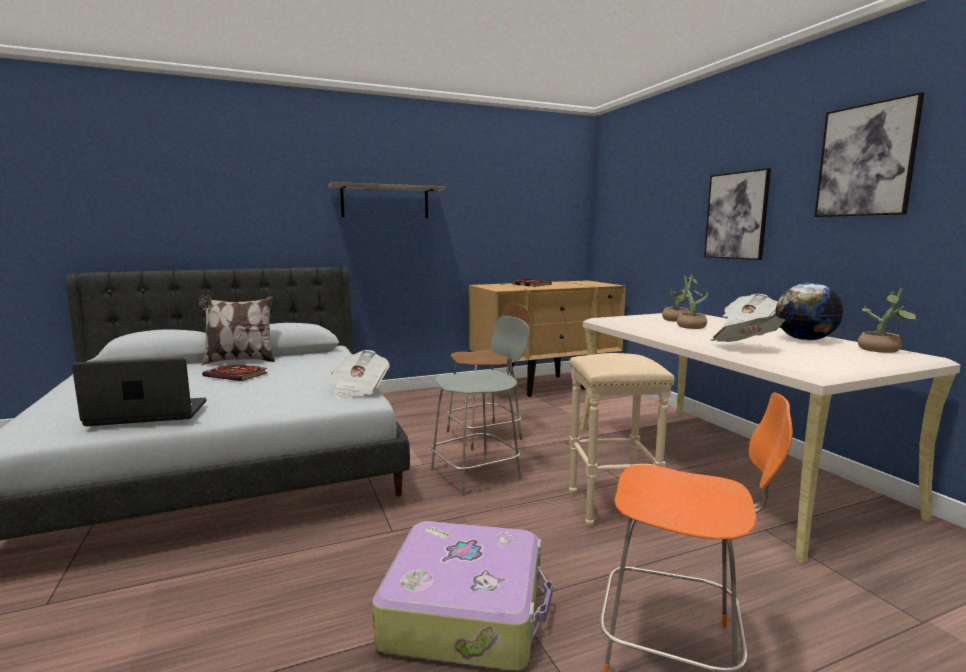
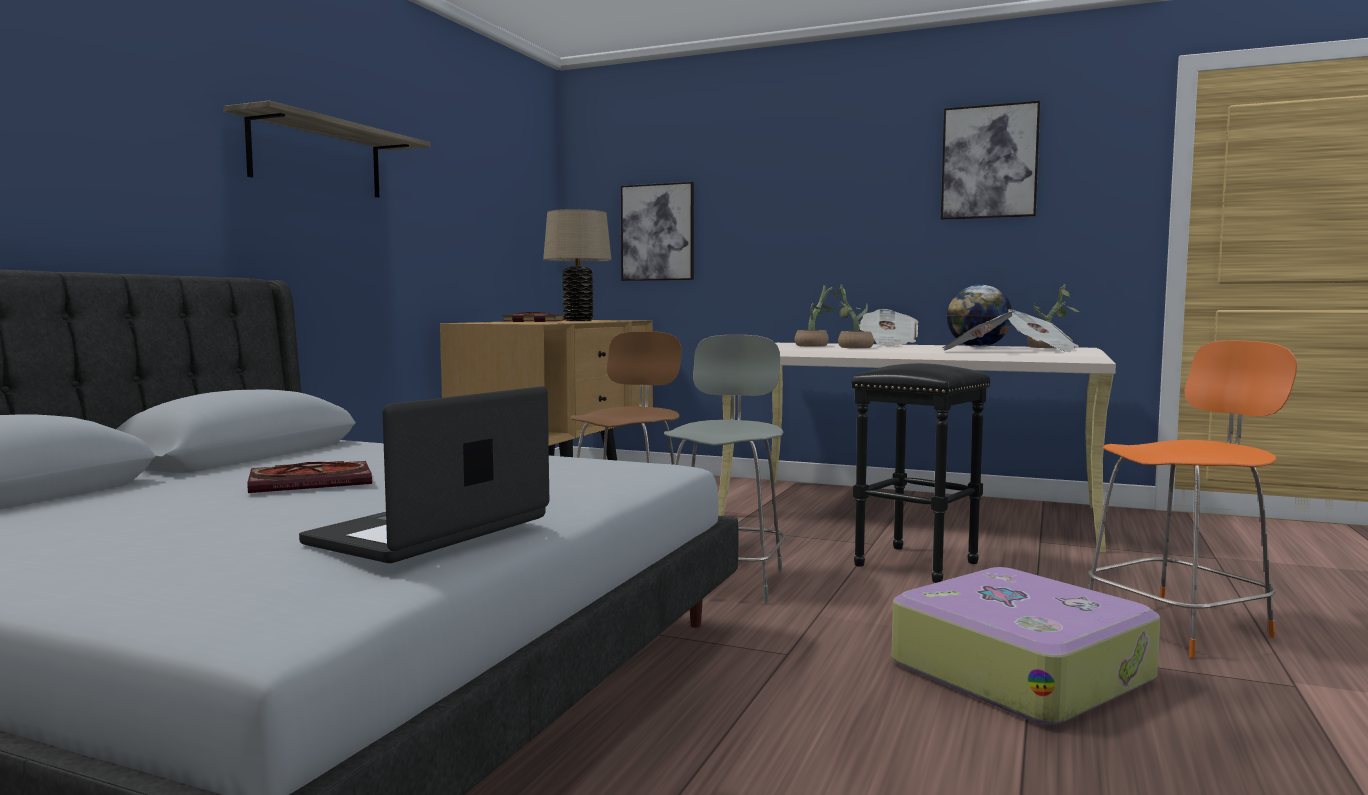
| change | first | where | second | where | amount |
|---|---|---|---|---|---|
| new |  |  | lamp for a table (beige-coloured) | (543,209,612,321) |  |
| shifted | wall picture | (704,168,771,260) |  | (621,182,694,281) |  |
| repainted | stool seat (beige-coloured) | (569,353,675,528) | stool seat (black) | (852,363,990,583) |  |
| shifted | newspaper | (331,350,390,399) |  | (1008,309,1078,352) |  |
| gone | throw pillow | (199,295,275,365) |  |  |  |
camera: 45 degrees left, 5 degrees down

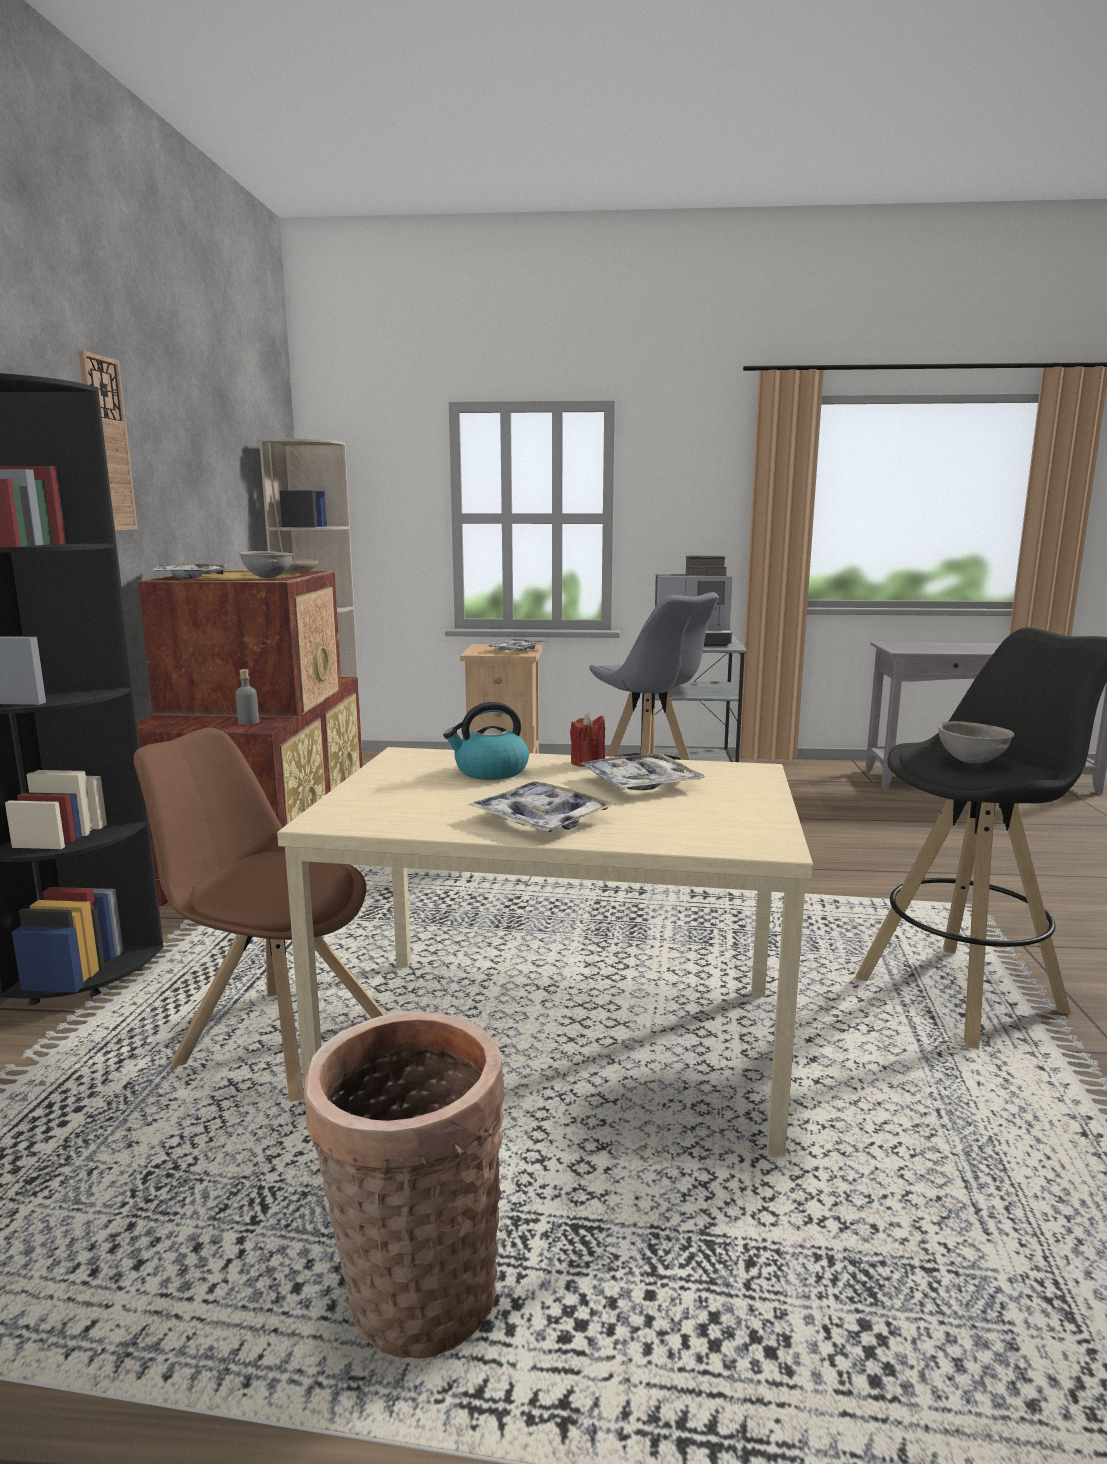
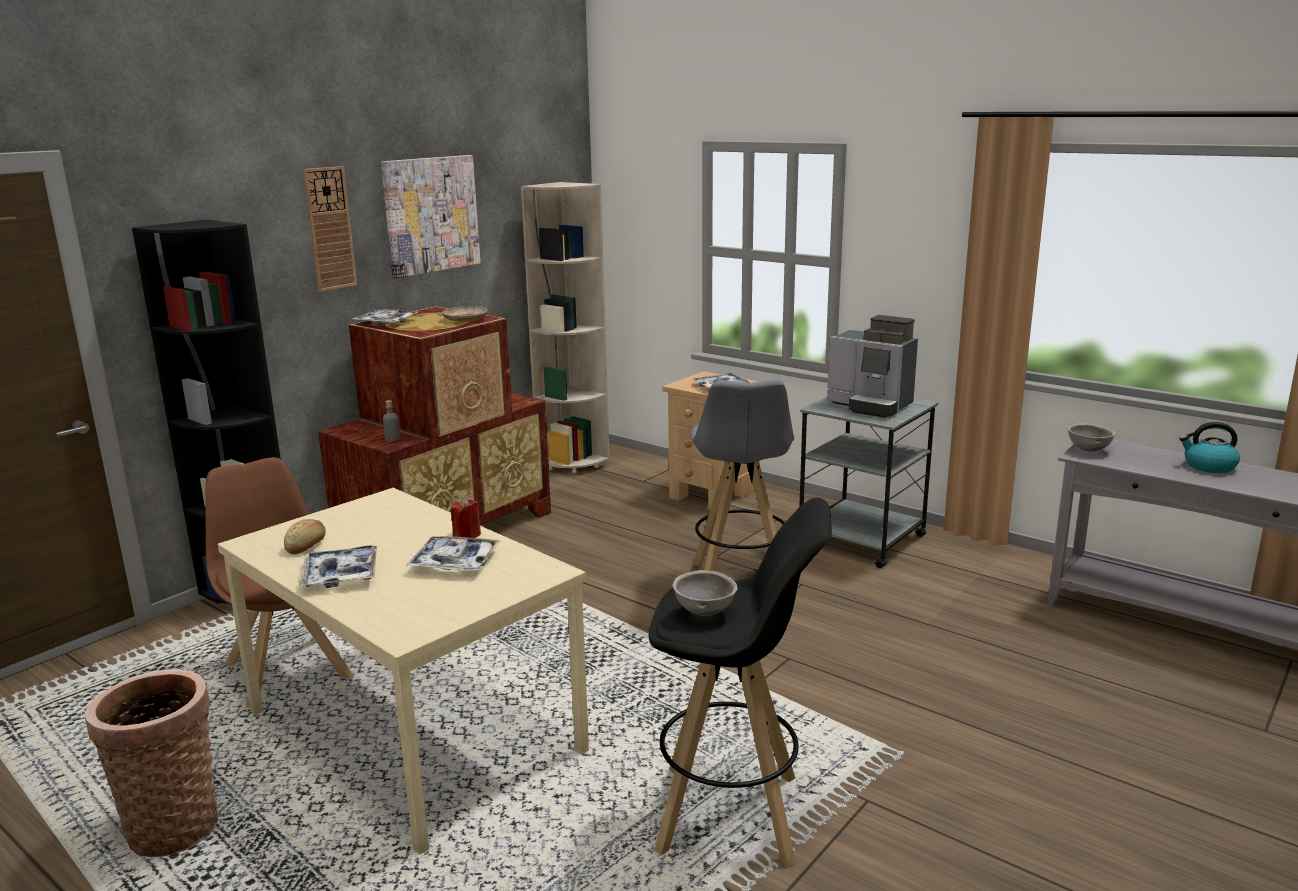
| change | first | where | second | where | amount |
|---|---|---|---|---|---|
| new |  |  | baked bread | (284,519,326,554) |  |
| new |  |  | wall picture | (381,155,481,278) |  |
| shifted | deep dish (grey) | (239,551,294,578) |  | (1068,423,1116,452) |  |
| shifted | kettle | (443,702,529,780) |  | (1179,422,1240,473) |  |
camera: 35 degrees right, 5 degrees up

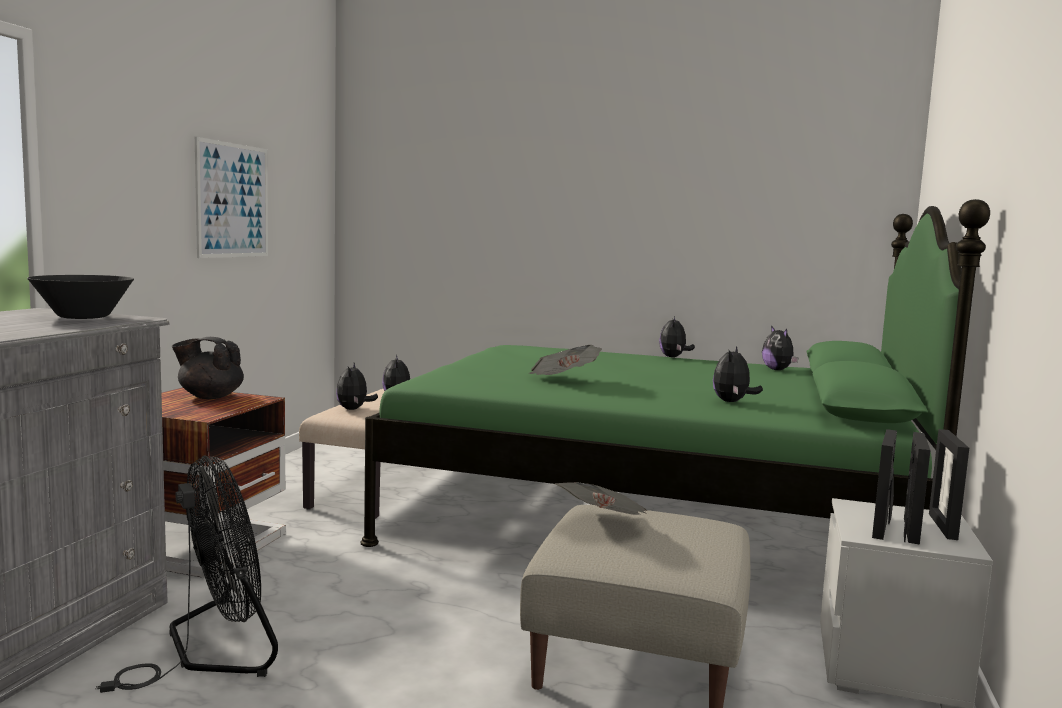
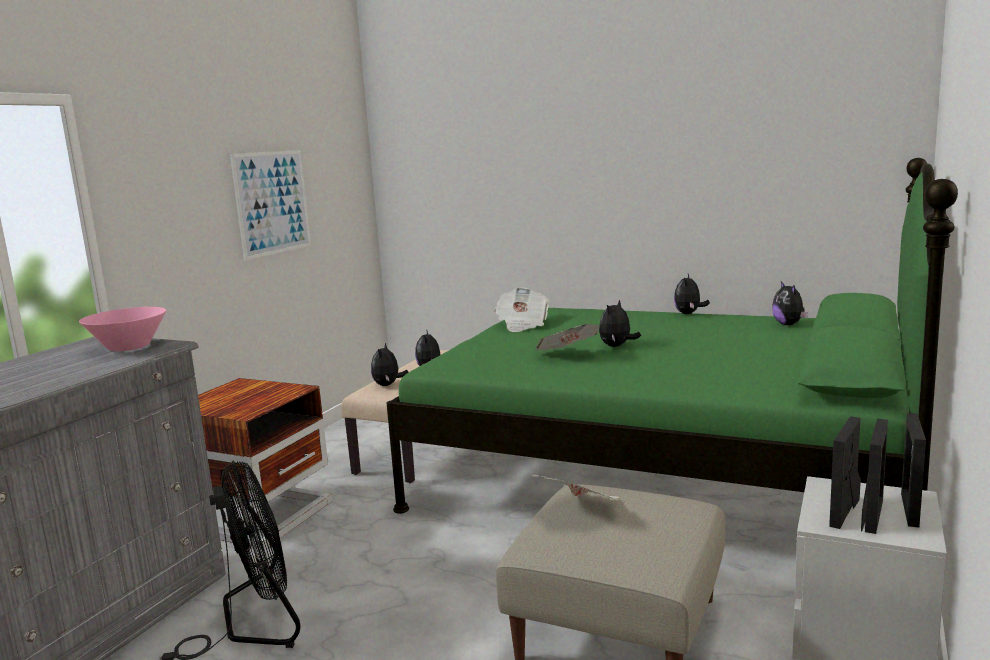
| change | first | where | second | where | amount |
|---|---|---|---|---|---|
| repainted | deep dish (black) | (27,275,134,319) | deep dish (pink-coloured) | (79,307,166,351) |  |
| new |  |  | newspaper | (494,287,550,332) |  |
| shifted | plush toy | (713,346,763,402) |  | (599,300,641,347) |  |
| gone | pot for tea (black) | (172,337,244,399) |  |  |  |
camera: 10 degrees right, 5 degrees up

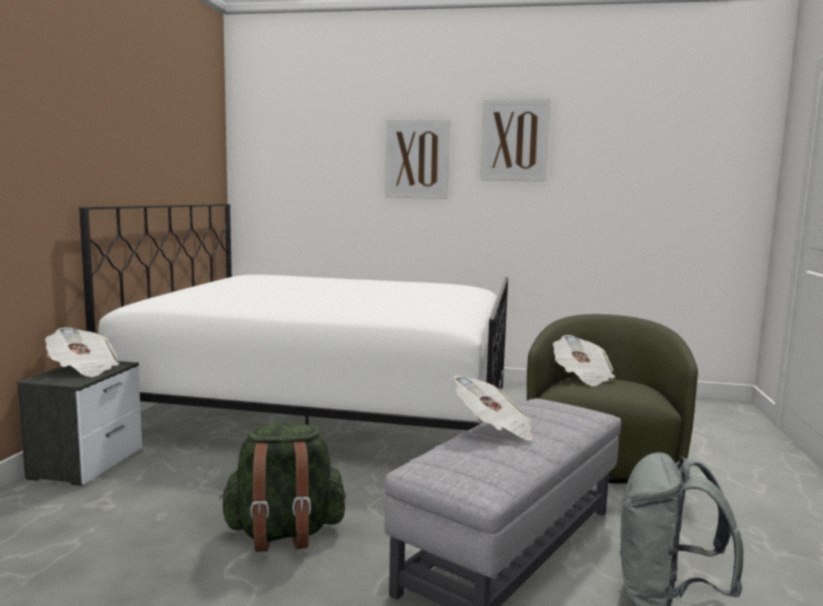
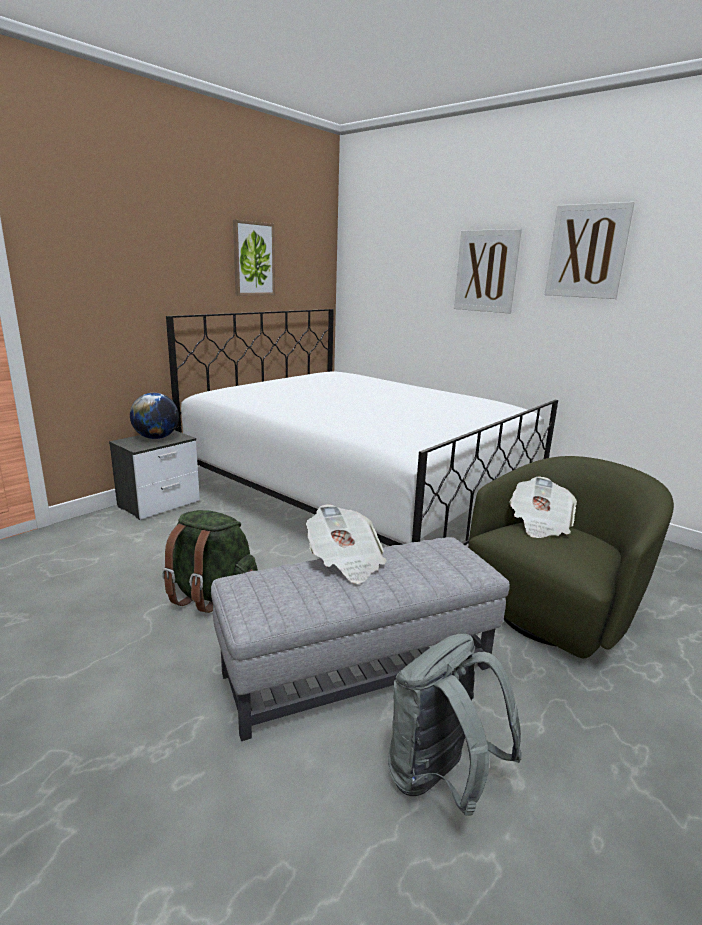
| change | first | where | second | where | amount |
|---|---|---|---|---|---|
| swapped | newspaper | (45,327,119,377) | globe | (130,393,179,439) |  |
| new |  |  | wall picture | (233,219,275,296) |  |
camera: 30 degrees right, 10 degrees up

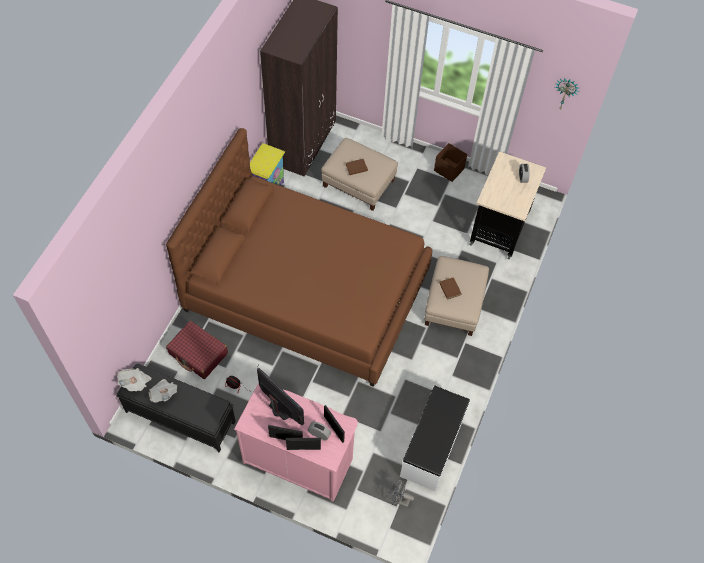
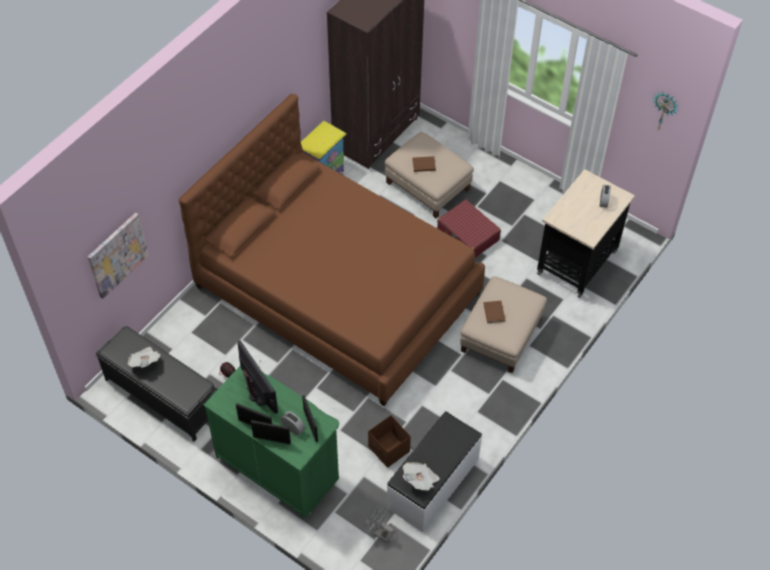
| change | first | where | second | where | amount |
|---|---|---|---|---|---|
| new |  |  | wall picture | (88,213,149,299) |  |
| repainted | drawer chest (pink-coloured) | (234,383,358,502) | drawer chest (greenish) | (203,366,339,518) |  |
| shifted | storage bin (brownish) | (434,143,467,182) |  | (368,415,411,468) |  |
| shifted | newspaper | (117,368,152,391) |  | (403,462,440,491) |  |
| shifted | travel case (reddish) | (166,321,228,379) |  | (437,200,501,258) |  |
camera: 15 degrees right, 5 degrees down

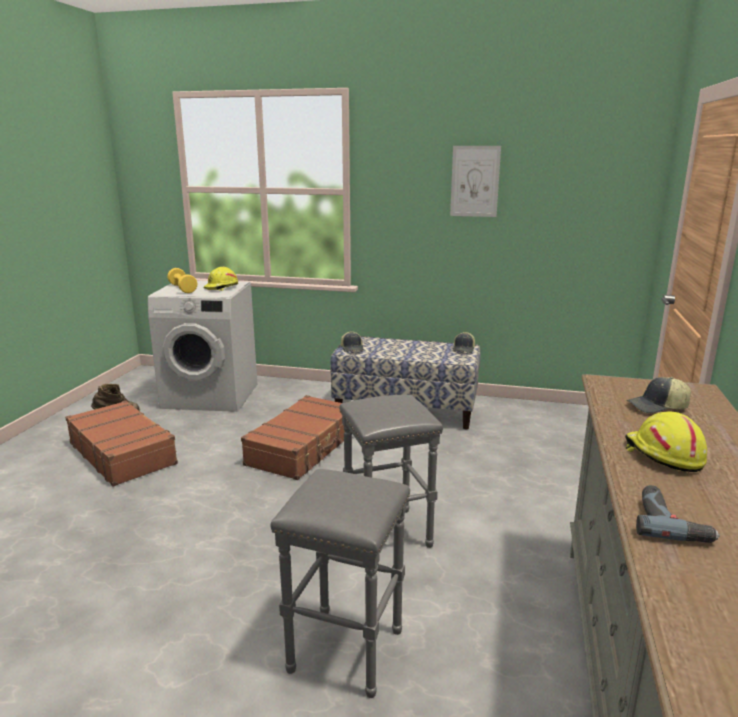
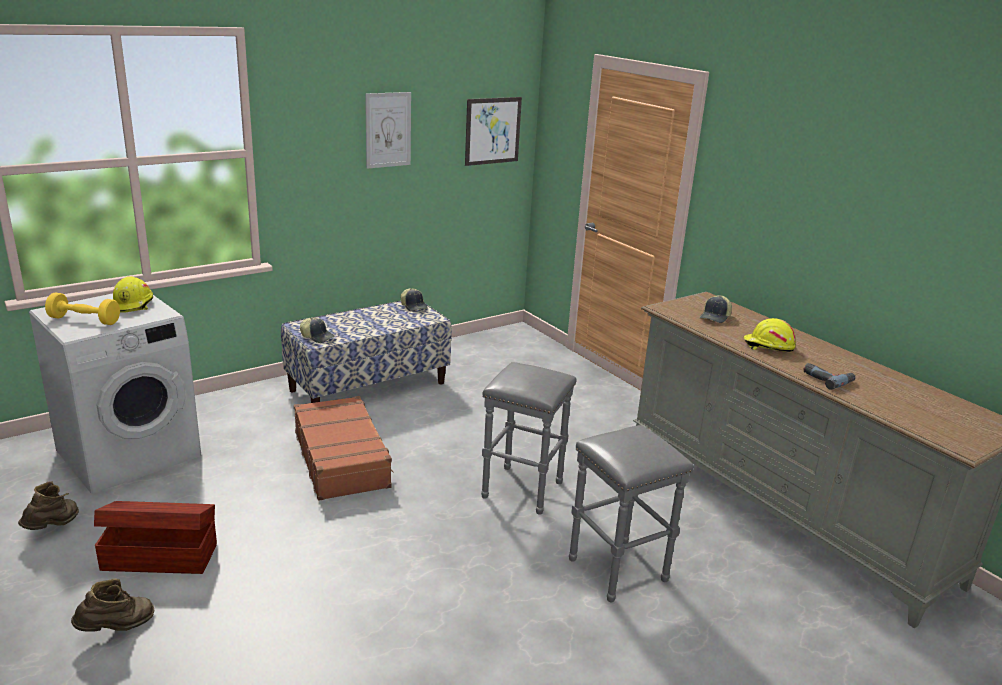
| change | first | where | second | where | amount |
|---|---|---|---|---|---|
| new |  |  | boot (brownish) | (71,579,155,632) |  |
| swapped | travel case (brownish) | (65,401,178,487) | storage bin (brownish) | (94,501,217,574) |  |
| new |  |  | wall picture | (465,97,522,166) |  |
camera: 50 degrees left, 5 degrees up

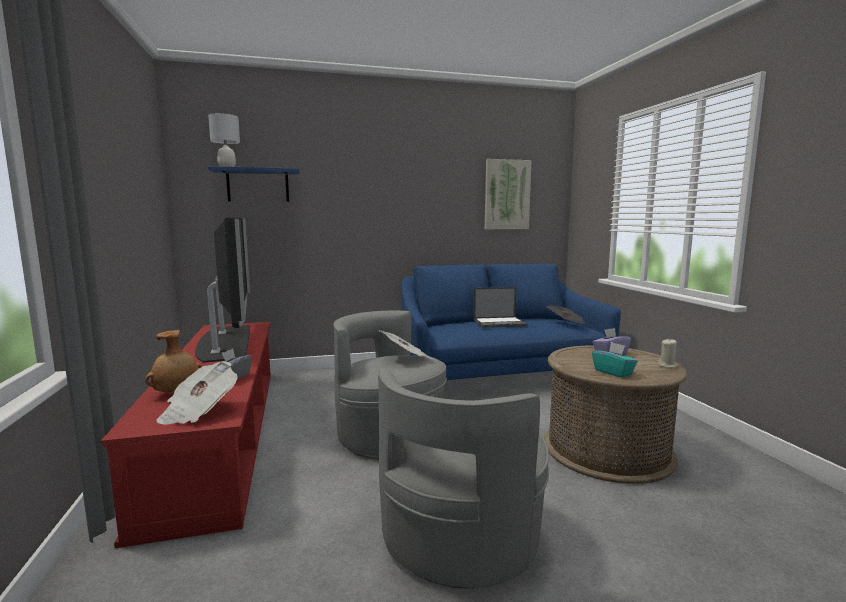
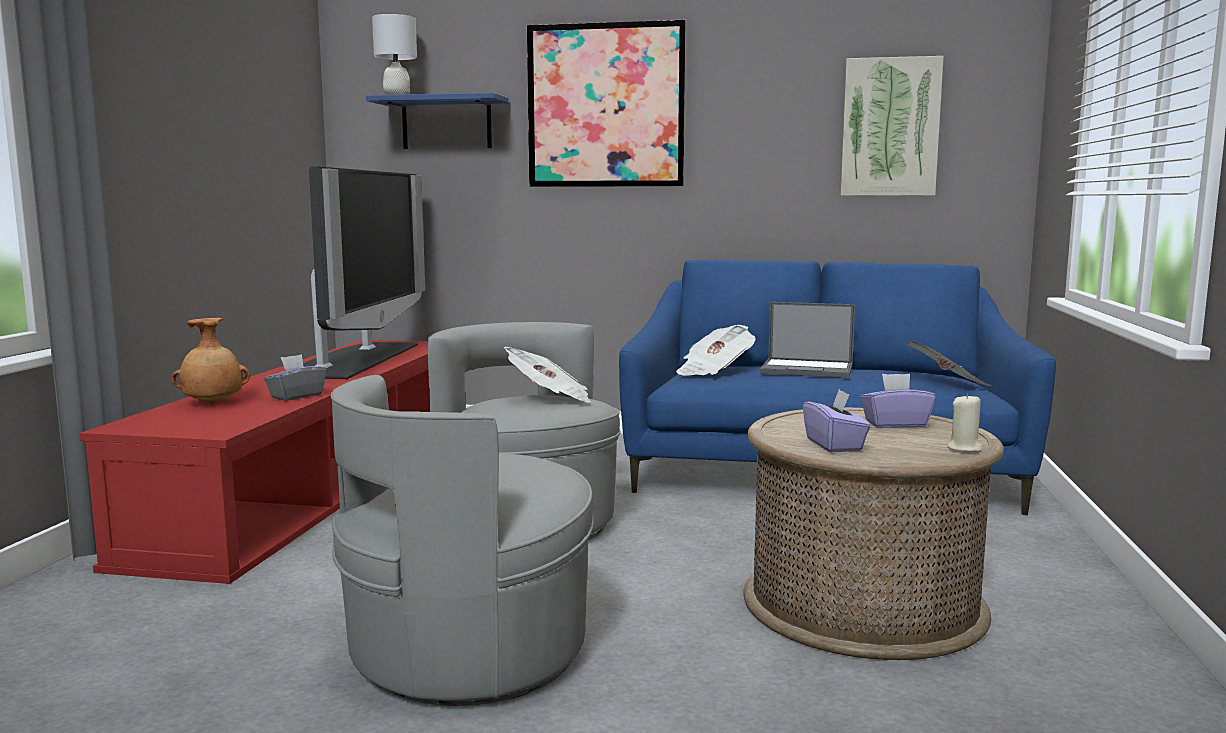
| change | first | where | second | where | amount |
|---|---|---|---|---|---|
| new |  |  | wall picture | (527,20,686,187) |  |
| shifted | newspaper | (156,361,238,425) |  | (676,325,755,376) |  |
| repainted | tissue holder (blue-green) | (592,342,638,378) | tissue holder (purple-coloured) | (803,389,871,452) |  |
camera: 25 degrees right, 0 degrees up

